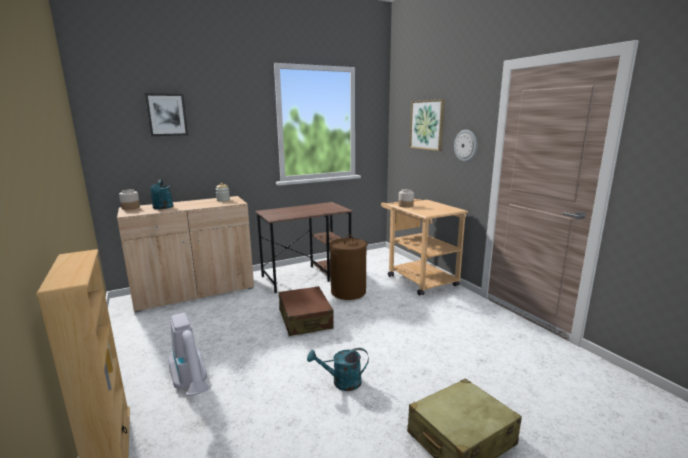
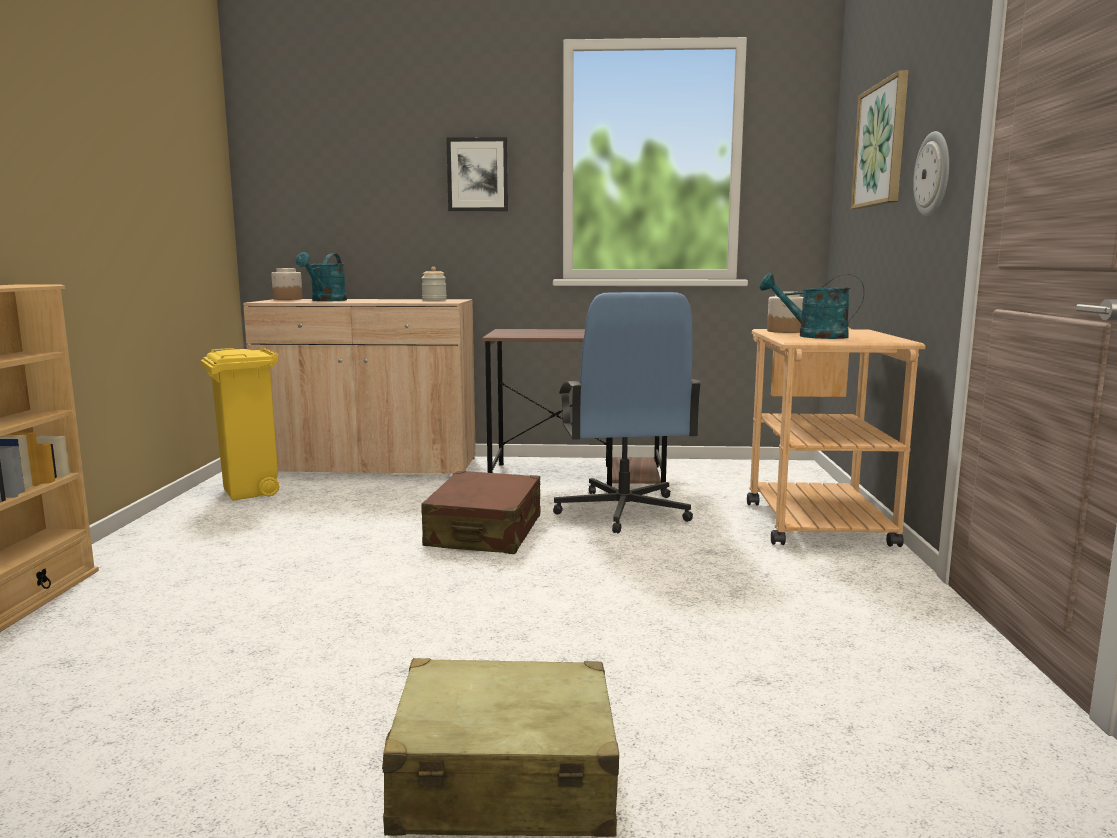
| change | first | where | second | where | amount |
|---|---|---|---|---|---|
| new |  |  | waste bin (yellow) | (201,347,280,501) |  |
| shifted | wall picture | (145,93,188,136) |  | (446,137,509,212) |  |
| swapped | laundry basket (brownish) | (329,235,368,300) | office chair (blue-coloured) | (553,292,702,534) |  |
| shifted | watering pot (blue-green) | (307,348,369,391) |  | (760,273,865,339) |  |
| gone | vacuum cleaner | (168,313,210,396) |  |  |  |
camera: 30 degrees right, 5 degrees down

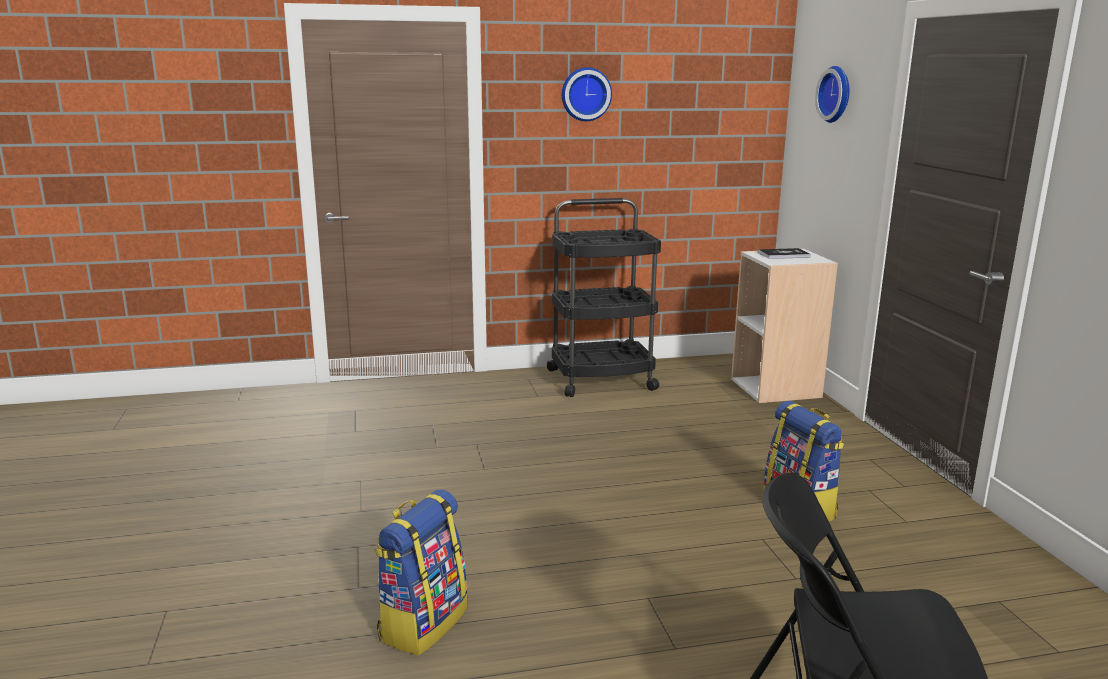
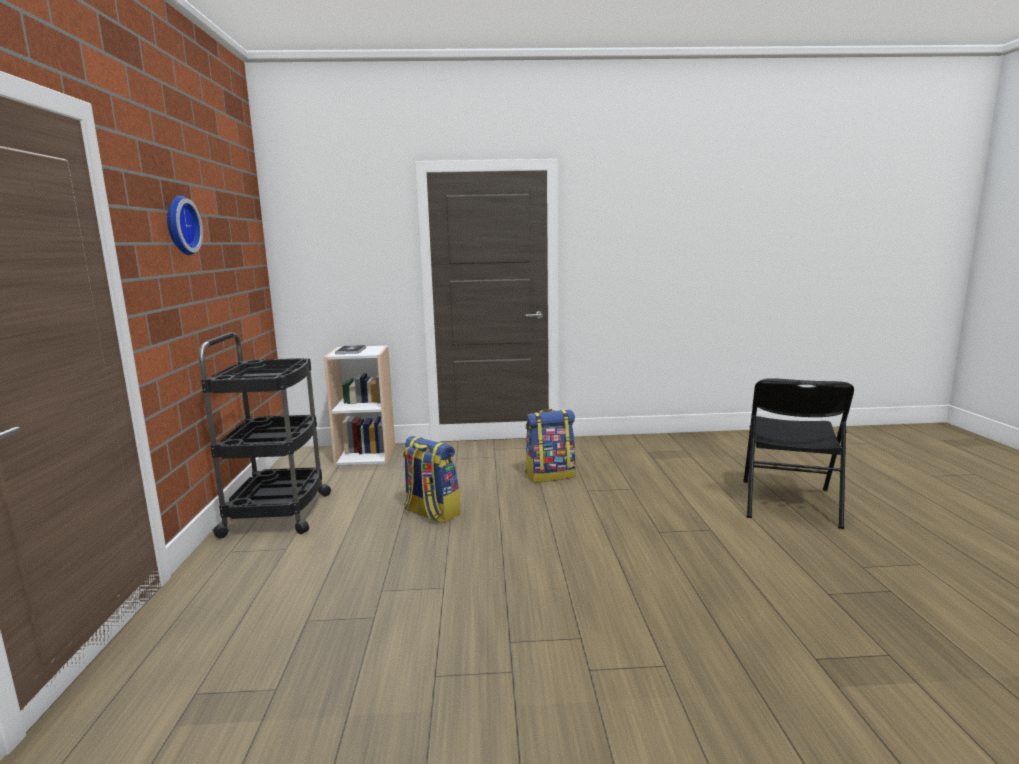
| change | first | where | second | where | amount |
|---|---|---|---|---|---|
| shifted | backpack | (375,490,468,656) |  | (403,436,460,523) |  |
| gone | clock on the wall | (815,66,849,123) |  |  |  |
camera: 80 degrees left, 5 degrees down

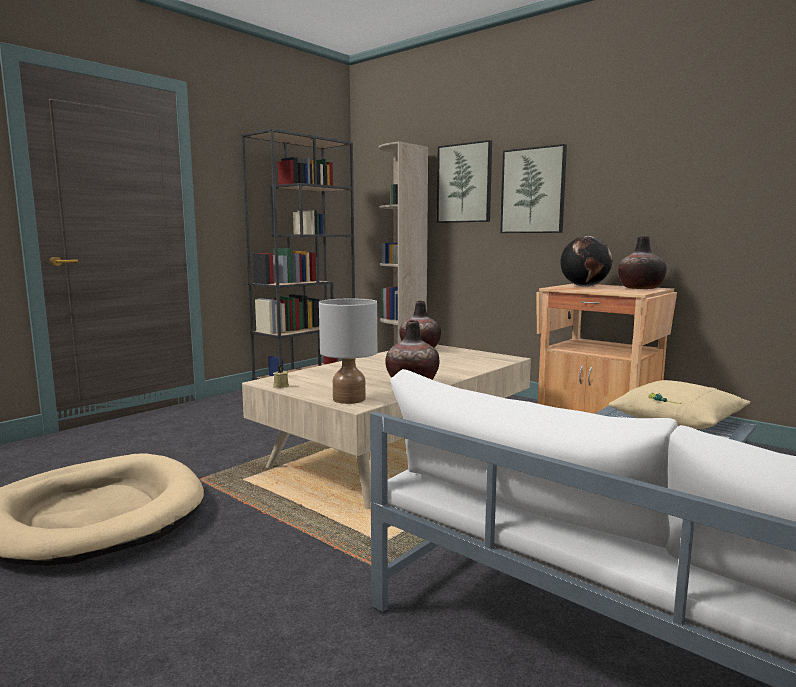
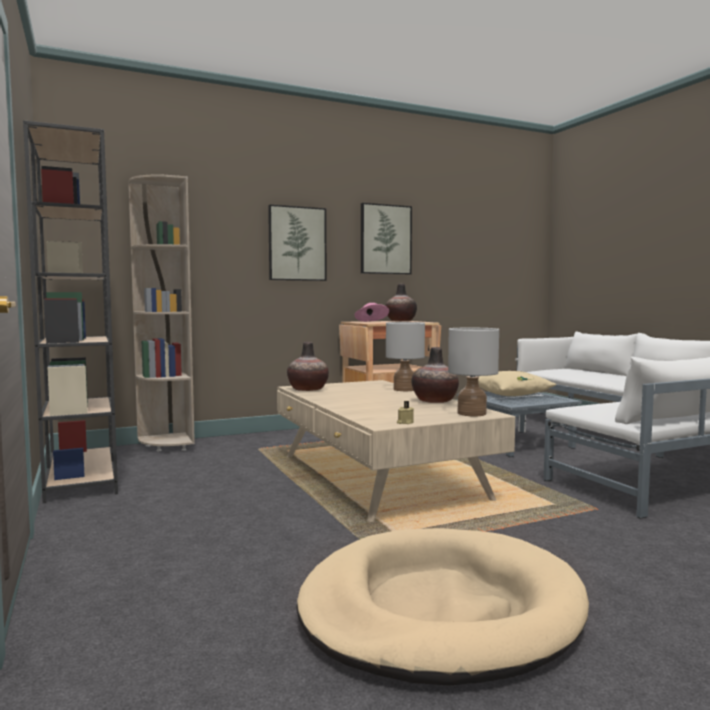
| change | first | where | second | where | amount |
|---|---|---|---|---|---|
| swapped | globe | (560,236,612,287) | hat (pink-coloured) | (355,303,389,322) |  |
| shifted | wall picture | (437,140,492,223) |  | (361,203,412,274) |  |
| new |  |  | lamp for a table (grey) | (386,322,425,391) |  |
camera: 65 degrees left, 5 degrees down

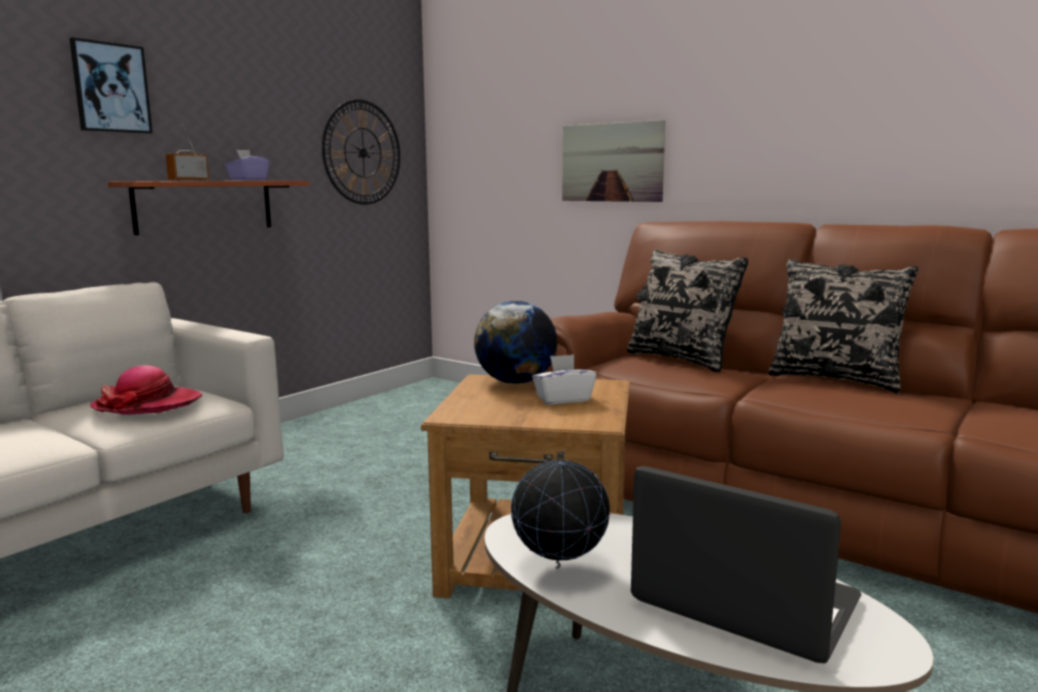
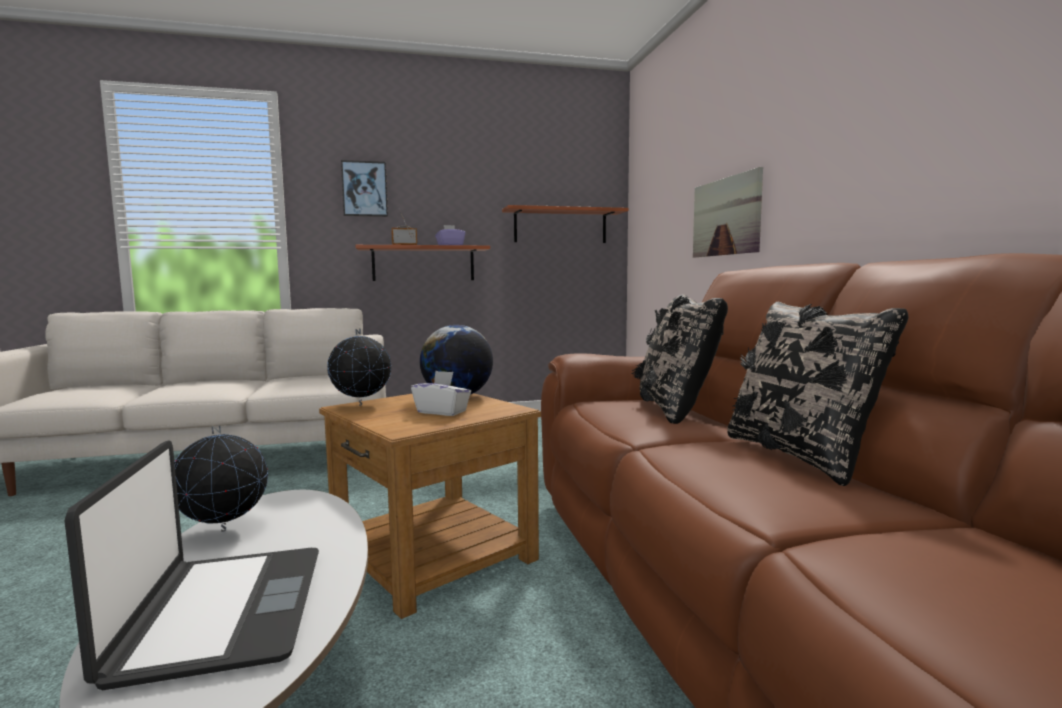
| change | first | where | second | where | amount |
|---|---|---|---|---|---|
| new |  |  | globe | (327,329,391,406) |  |
| swapped | clock on the wall | (322,99,400,205) | bracket shelf | (502,205,628,243) |  |
| gone | hat | (90,365,202,415) |  |  |  |
camera: 40 degrees right, 5 degrees down

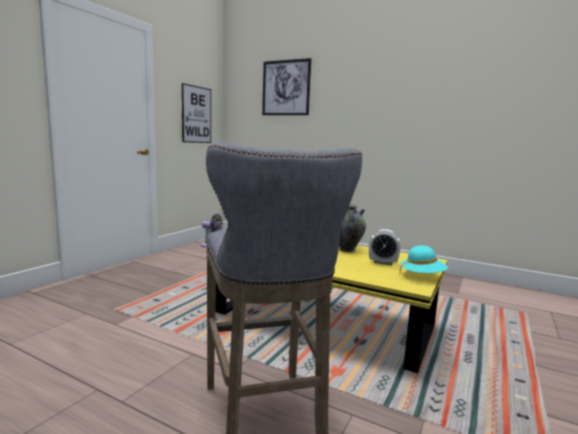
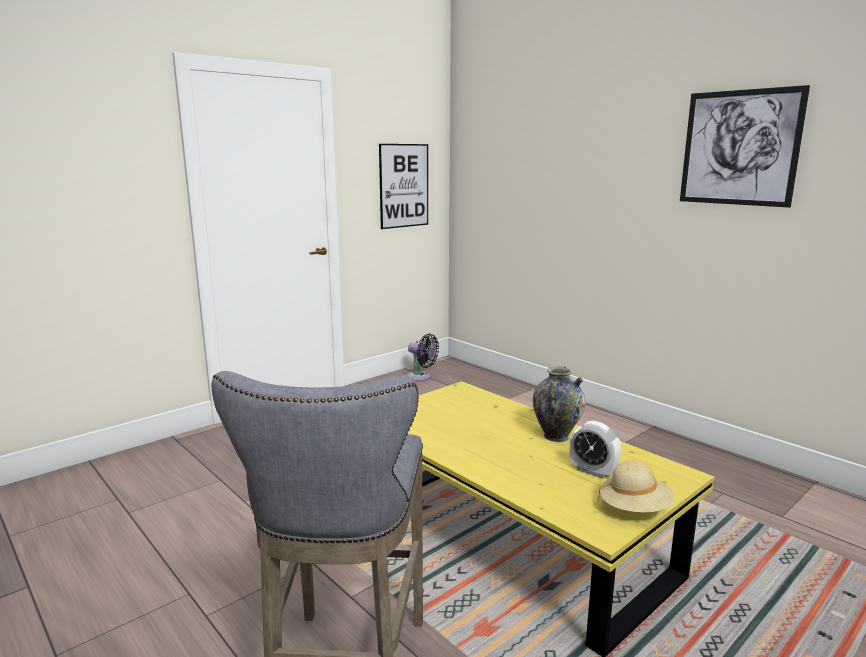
| change | first | where | second | where | amount |
|---|---|---|---|---|---|
| repainted | hat (blue-green) | (400,245,448,274) | hat (beige-coloured) | (598,461,674,513) |  |
| shifted | wall picture | (262,58,311,115) |  | (680,85,810,208) |  |
camera: 20 degrees right, 5 degrees up

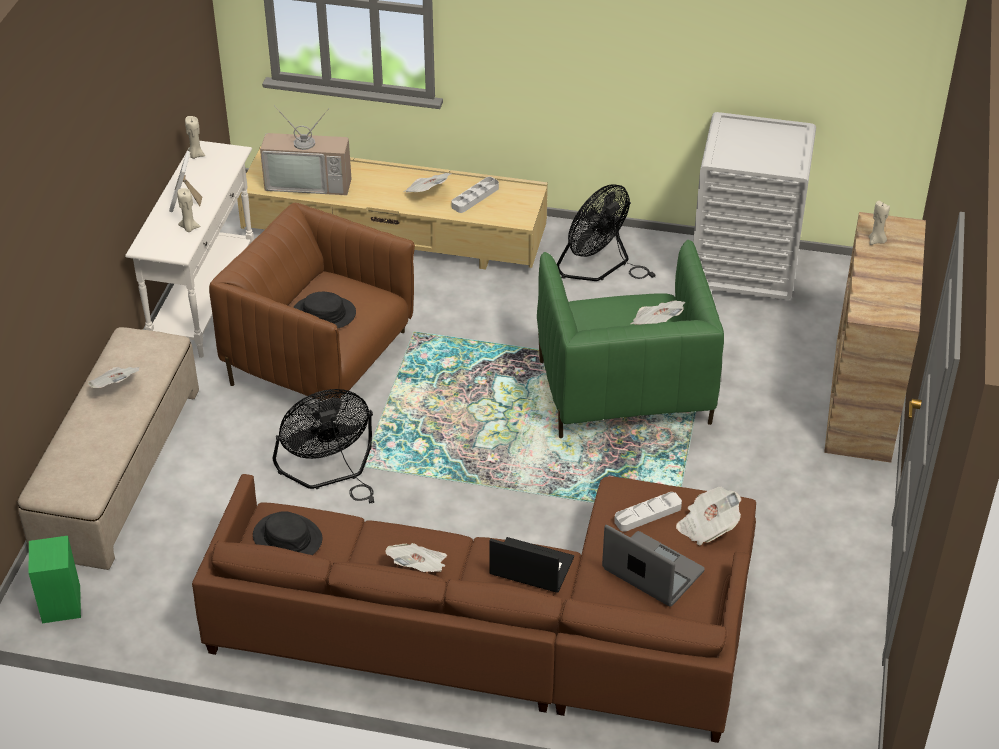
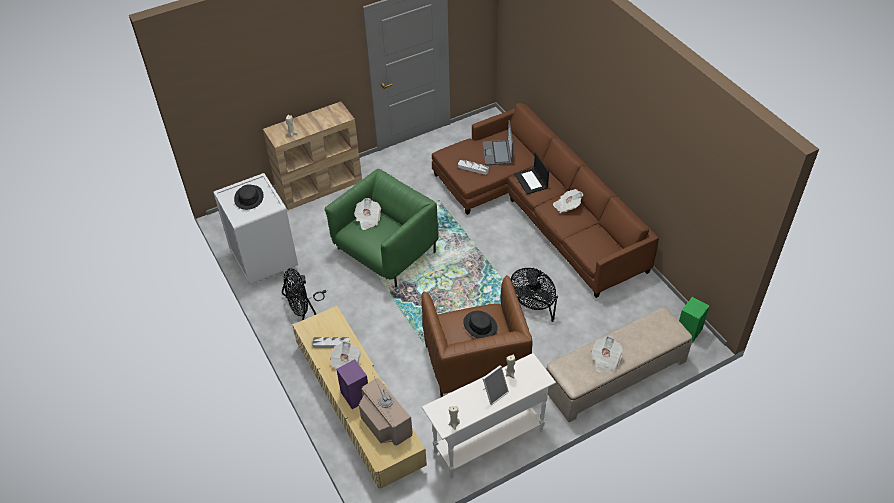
| change | first | where | second | where | amount |
|---|---|---|---|---|---|
| shifted | hat (black) | (253,511,322,555) |  | (234,184,264,210) |  |
| rotated | cooling fan (black) | (557,184,655,281) |  | (282,268,327,320) | 60 degrees clockwise |
| new |  |  | audio speaker (purple-coloured) | (336,359,368,409) |  |
| gone | newspaper | (676,487,741,546) |  |  |  |
camera: 130 degrees left, 5 degrees up

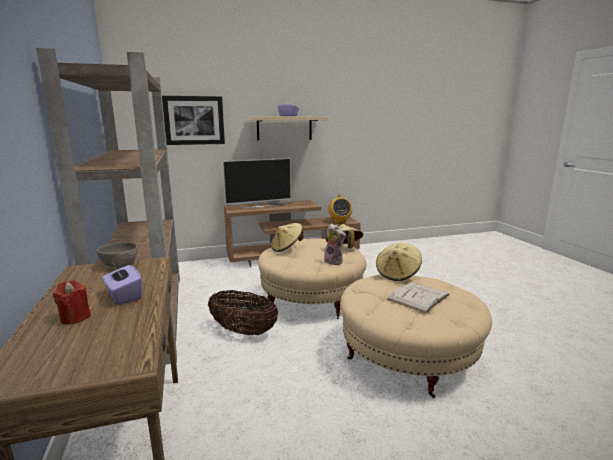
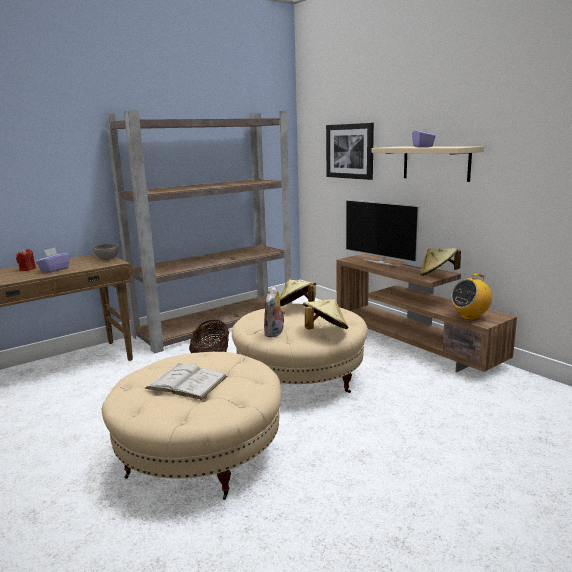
| change | first | where | second | where | amount |
|---|---|---|---|---|---|
| shifted | hat (beige-coloured) | (376,243,422,281) |  | (420,248,461,276) |  |
camera: 70 degrees right, 0 degrees up

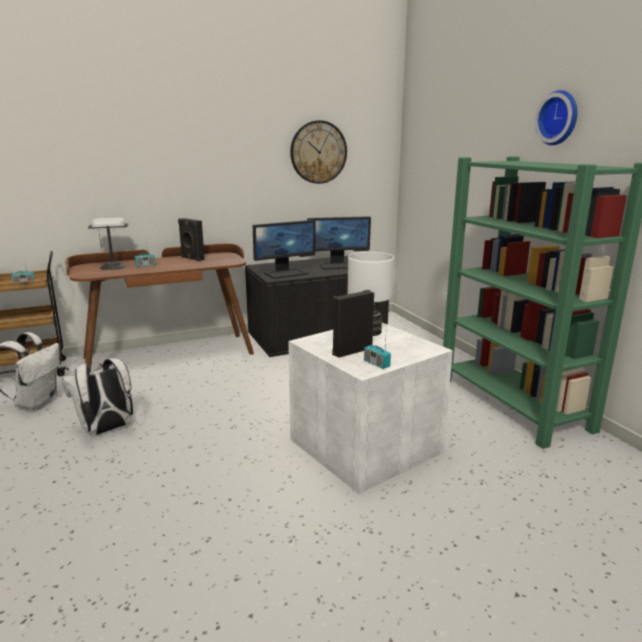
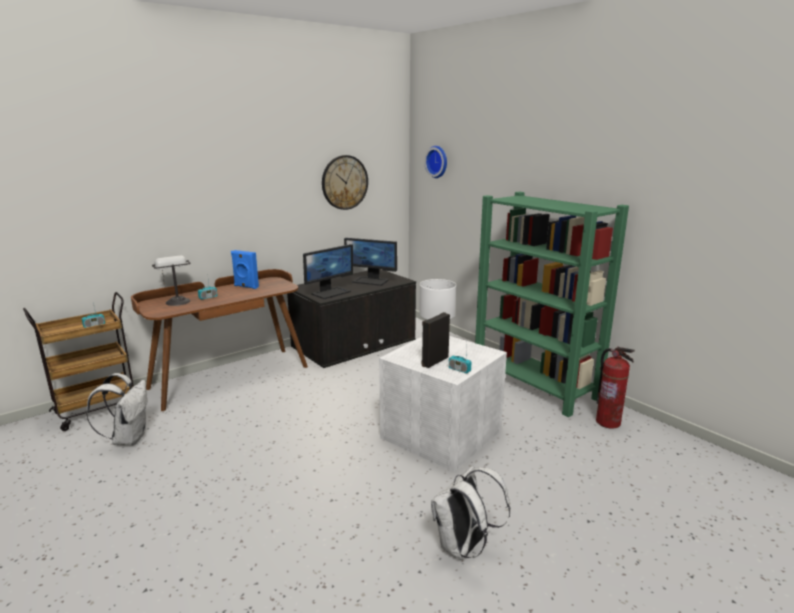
| change | first | where | second | where | amount |
|---|---|---|---|---|---|
| repainted | audio speaker (black) | (178,218,205,261) | audio speaker (blue-coloured) | (231,250,259,289) |  |
| rotated | computer screen | (307,216,371,270) |  | (344,238,397,286) | 45 degrees clockwise |
| shifted | clock on the wall | (535,90,577,145) |  | (424,146,447,178) |  |
| shifted | backpack (whitish) | (62,358,133,435) |  | (431,466,510,559) |  |
| new |  |  | extinguisher | (596,347,635,429) |  |
camera: 15 degrees left, 0 degrees up

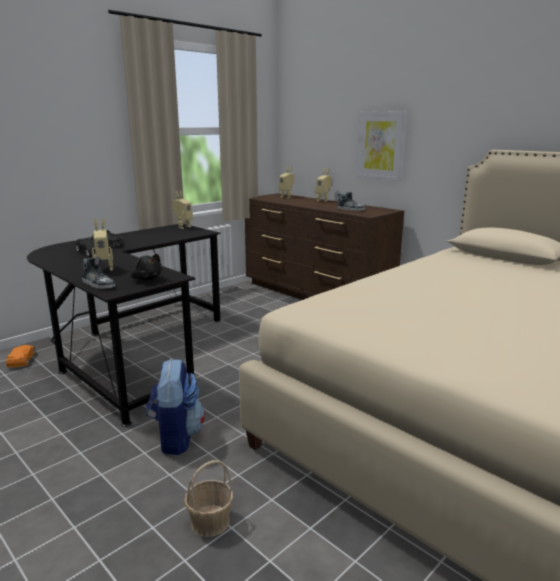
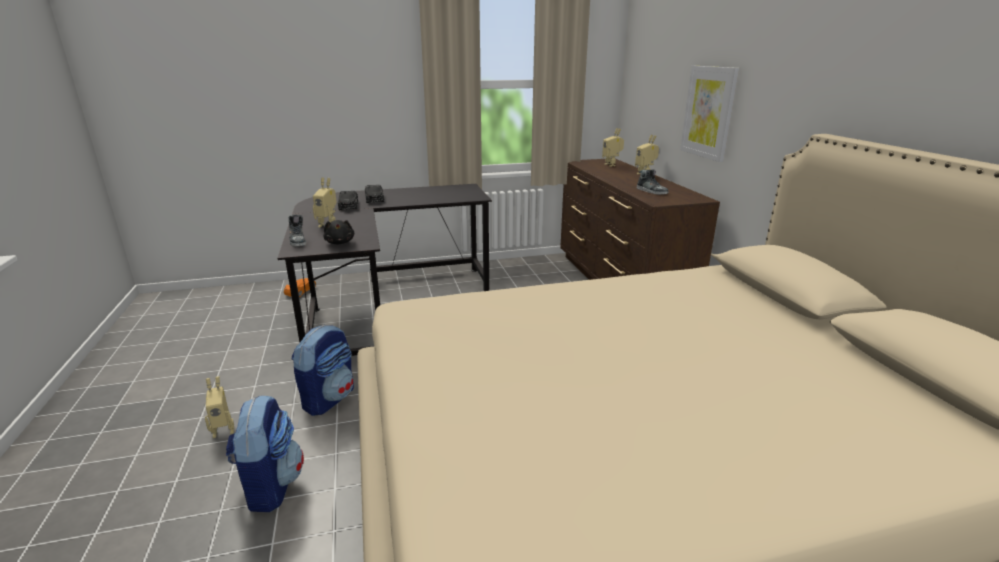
| change | first | where | second | where | amount |
|---|---|---|---|---|---|
| shifted | robot figure | (173,191,193,229) |  | (205,377,234,438) |  |
| swapped | storage basket | (184,460,233,537) | backpack | (225,396,304,512) |  |
camera: 30 degrees right, 5 degrees up

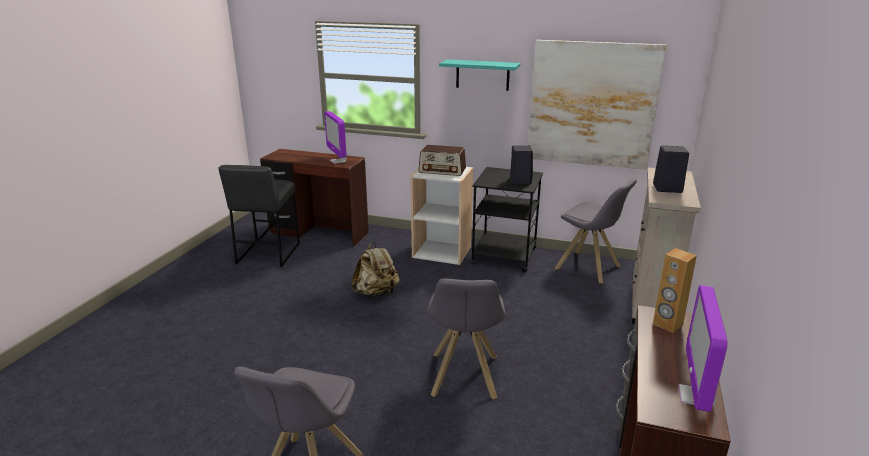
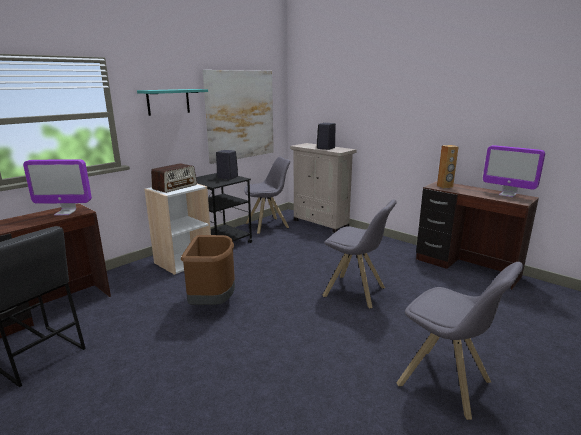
| change | first | where | second | where | amount |
|---|---|---|---|---|---|
| swapped | backpack (beige-coloured) | (351,242,400,297) | waste bin (brownish) | (181,235,235,305) |  |
camera: 65 degrees left, 5 degrees down

